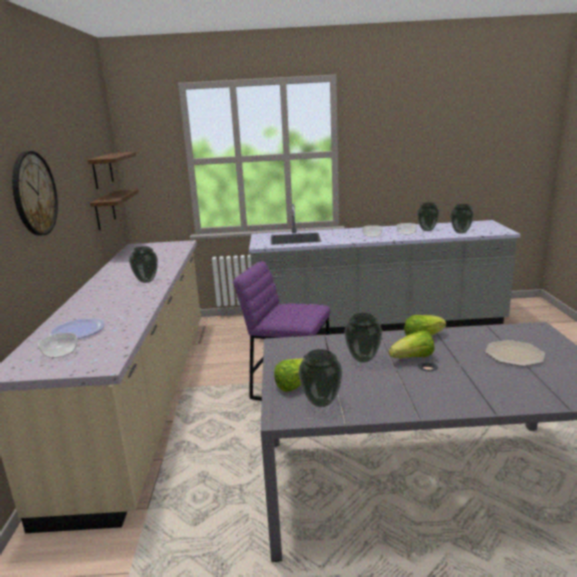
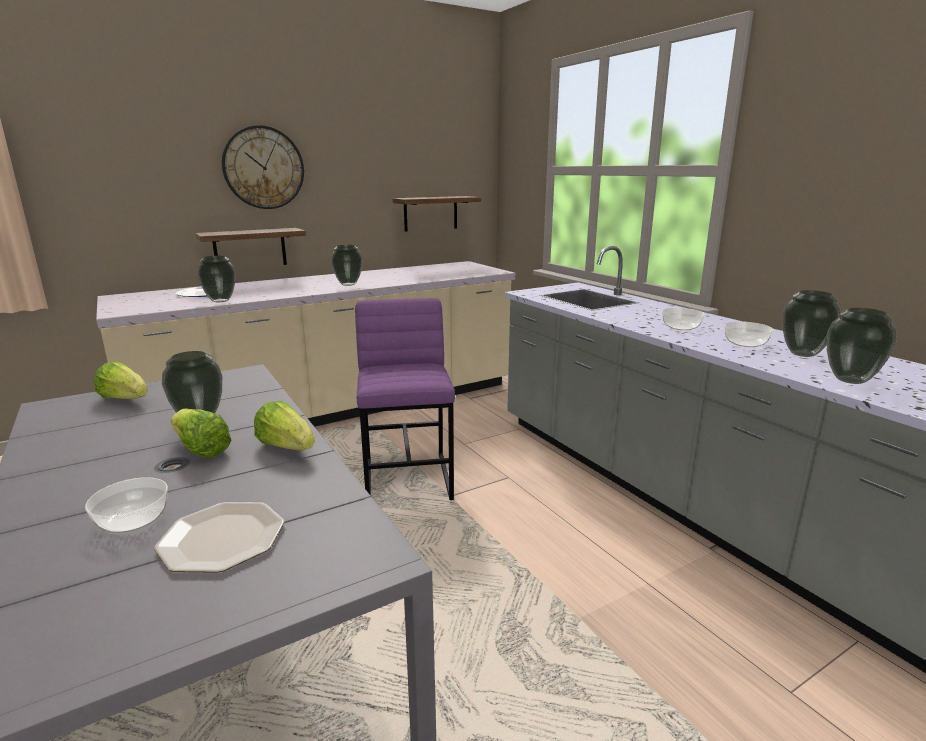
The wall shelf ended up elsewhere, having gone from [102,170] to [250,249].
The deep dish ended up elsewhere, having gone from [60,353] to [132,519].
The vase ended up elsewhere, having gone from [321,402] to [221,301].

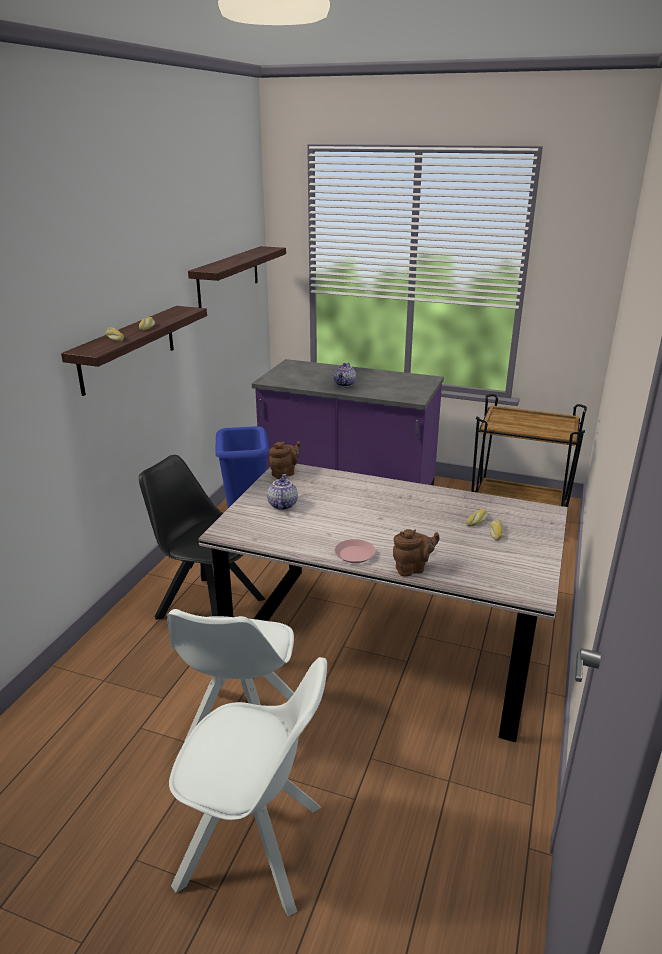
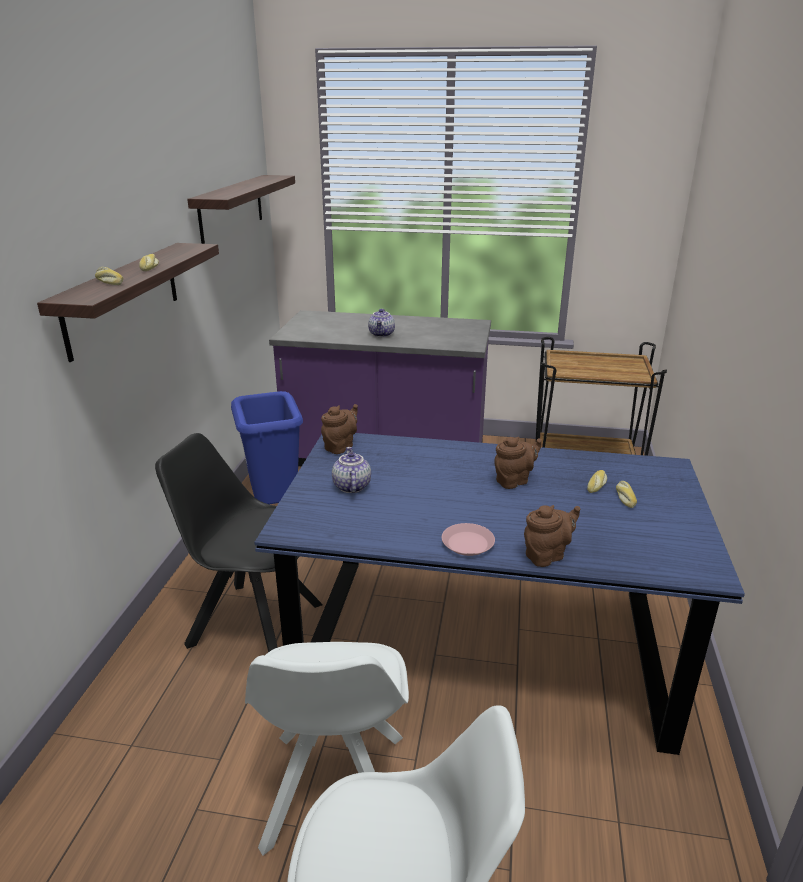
What was the greyish kitchen table at [384,643] turned into the blue-coloured kitchen table at [483,644].
The second view gained the brownish tea pot at [514,481].

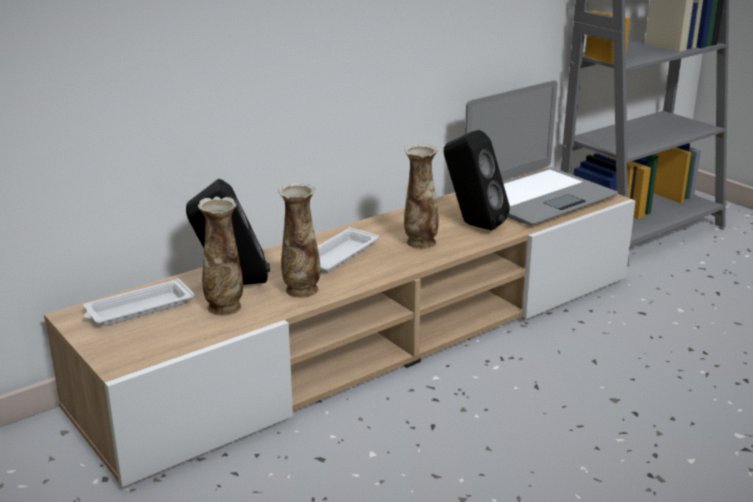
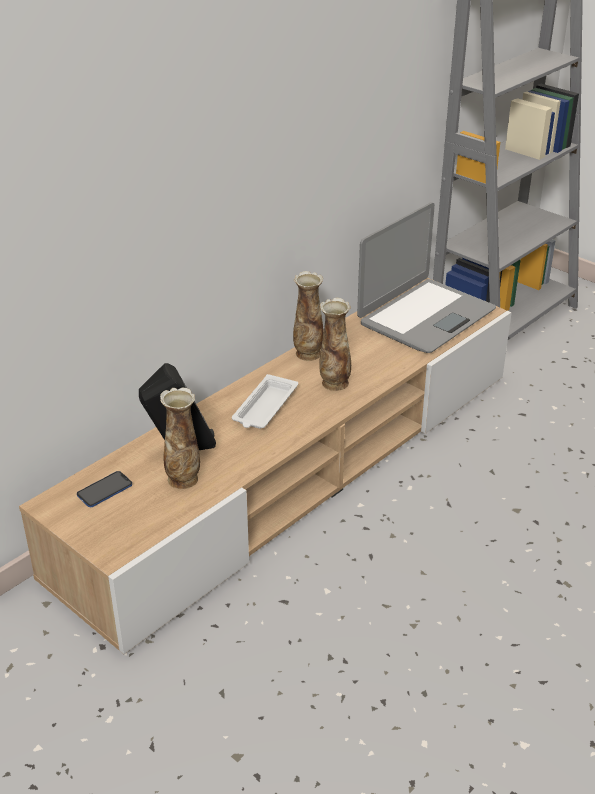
The second view lost the black-coloured loudspeaker at [472,224].
The vase ended up elsewhere, having gone from [301,290] to [308,354].
Where the white-coloured tray stood at [138,309], the phone came to stand at [105,490].

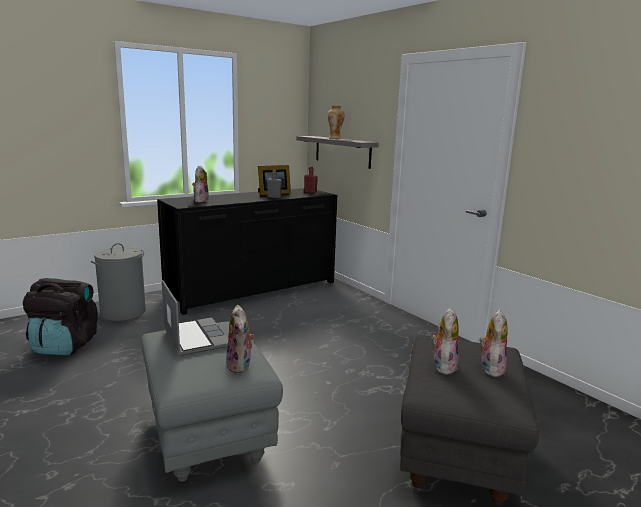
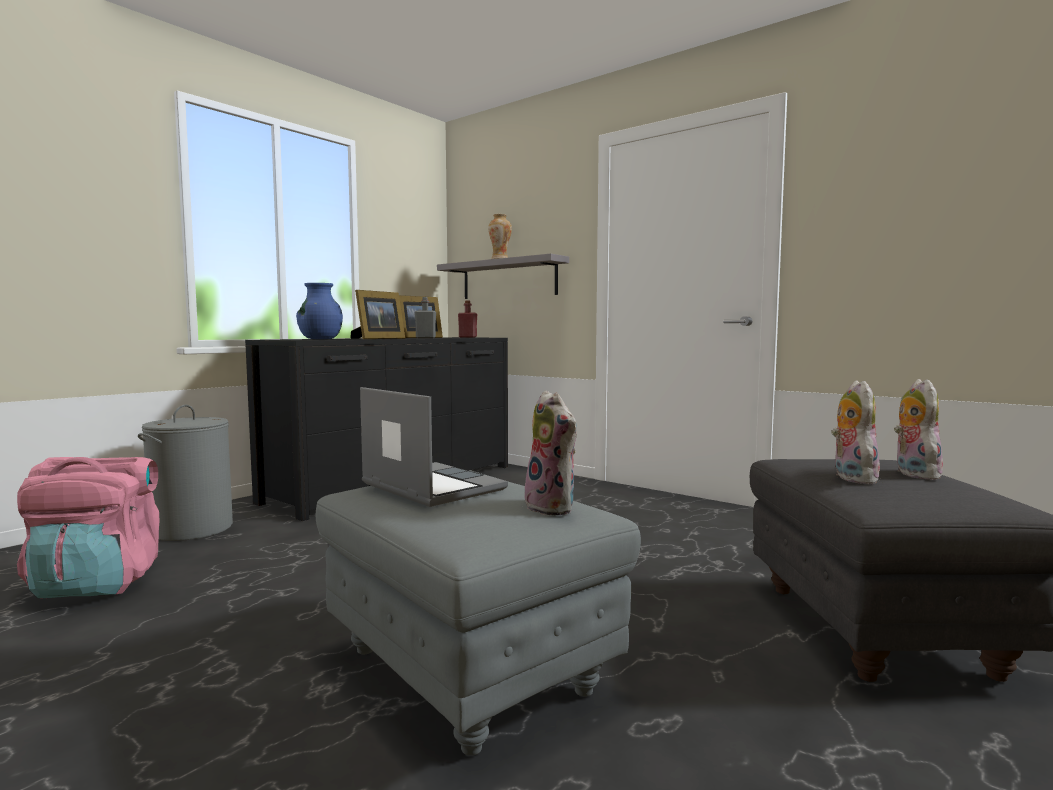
Where the cuddly toy stood at [200,201], the blue-coloured vase came to stand at [320,339].
What was the black-coloured rucksack at [64,345] turned into the pink rucksack at [97,583].
The second view gained the picture frame at [377,338].

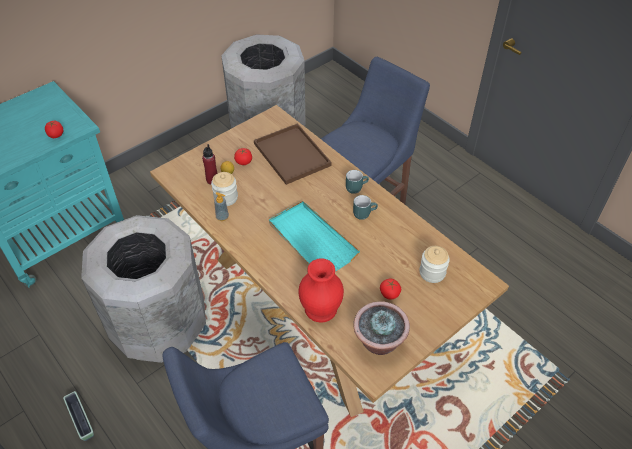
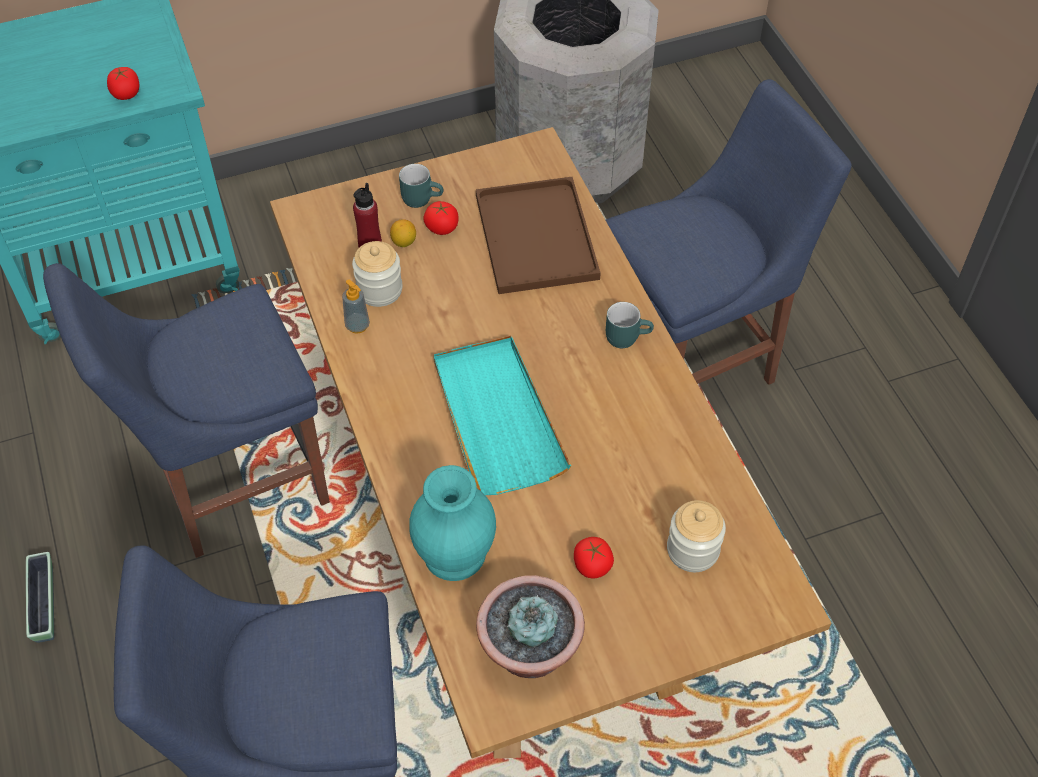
The turquoise-coloured tea mug ended up elsewhere, having gone from [364,213] to [422,197].
Where the greyish trash can stood at [159,327], the blue-coloured chair came to stand at [231,482].
What was the reddish vase at [320,309] turned into the turquoise-coloured vase at [453,553].

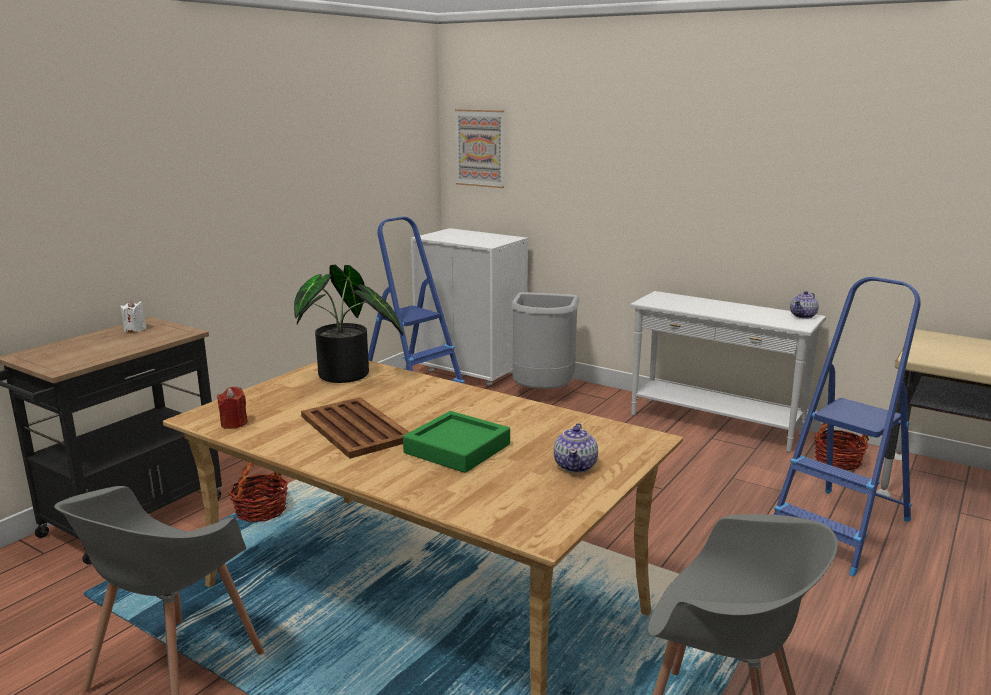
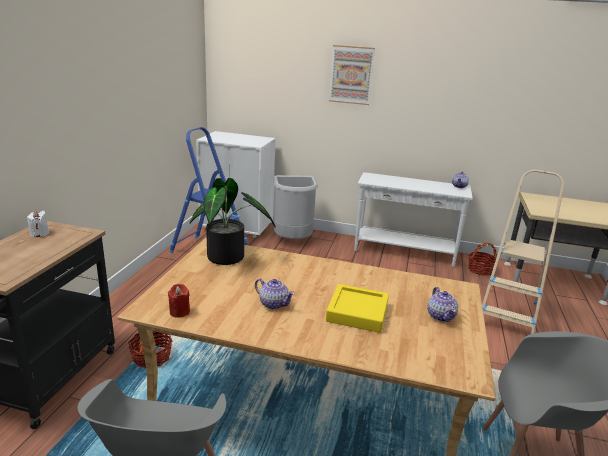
The wall picture ended up elsewhere, having gone from [480,148] to [351,75].
What was the blue-coloured step ladder at [838,530] turned into the beige step ladder at [507,315].
Where the brownish tray stood at [355,428], the tea pot came to stand at [273,304].
What was the green tray at [457,448] turned into the yellowish tray at [357,312].

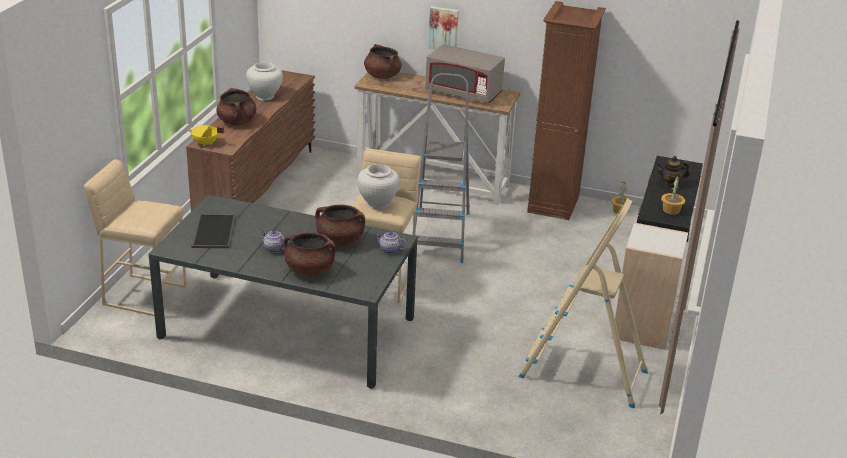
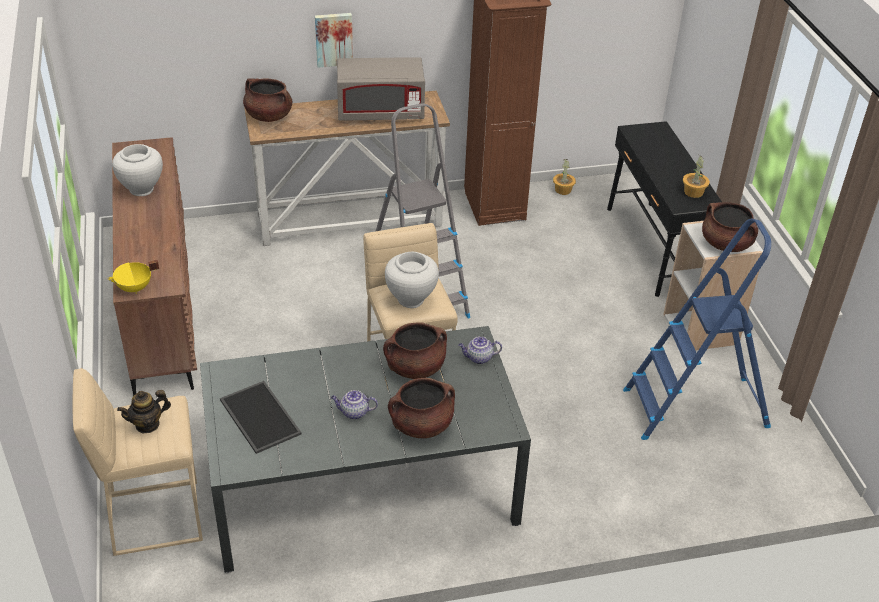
The brownish stockpot ended up elsewhere, having gone from [237,122] to [726,244].
The tea pot ended up elsewhere, having gone from [670,183] to [147,424].
What was the beige step ladder at [582,374] turned into the blue-coloured step ladder at [694,408].

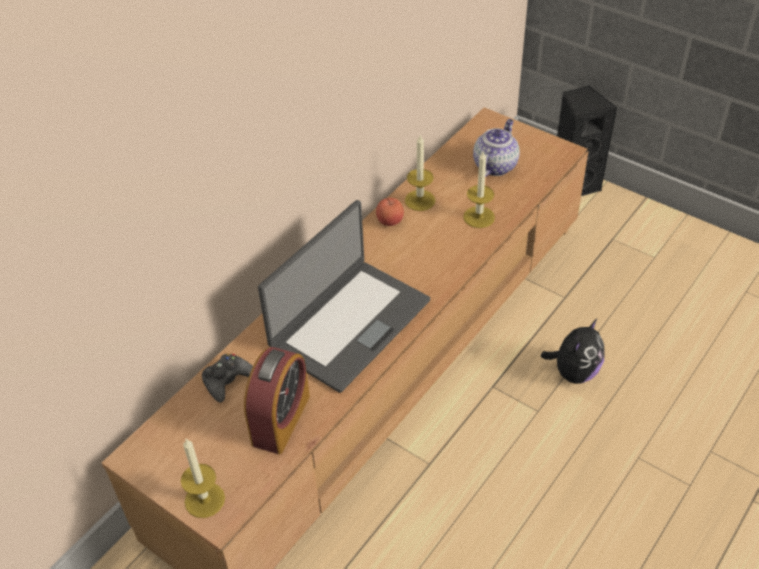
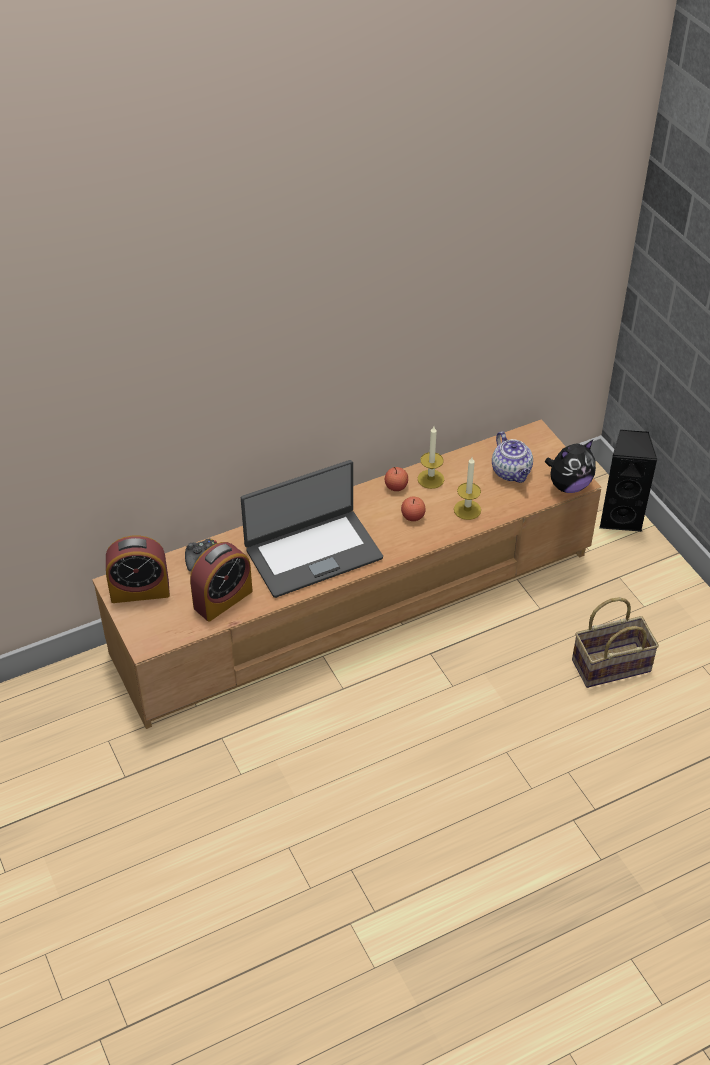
The tea pot at [495,165] ended up facing another way, 105 degrees clockwise from before.
The cuddly toy ended up elsewhere, having gone from [574,372] to [568,485].
The second view lost the wax light at [204,500].
The second view gained the apple fruit at [413,516].
The second view gained the bedside clock at [140,591].
The second view gained the household basket at [612,664].

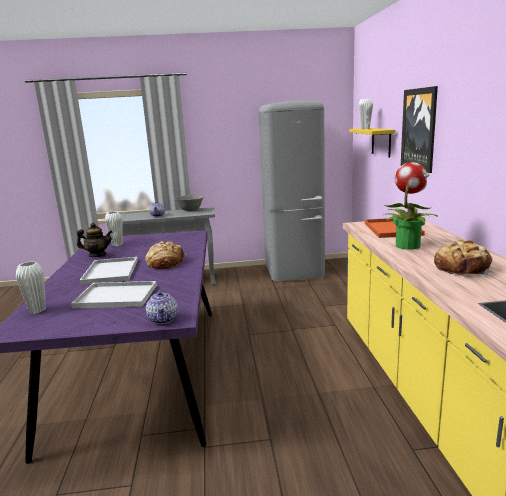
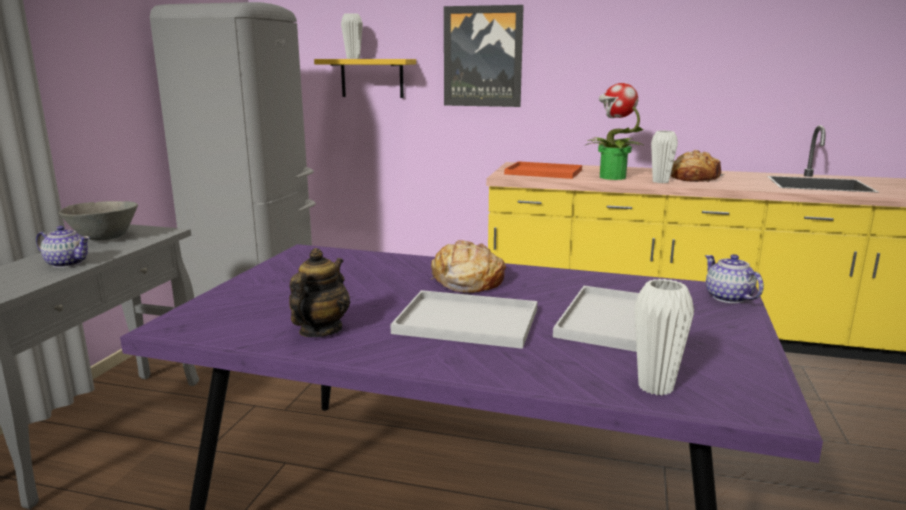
The white-coloured vase ended up elsewhere, having gone from [117,245] to [660,181].
The tea pot at [163,319] ended up facing another way, 120 degrees counterclockwise from before.

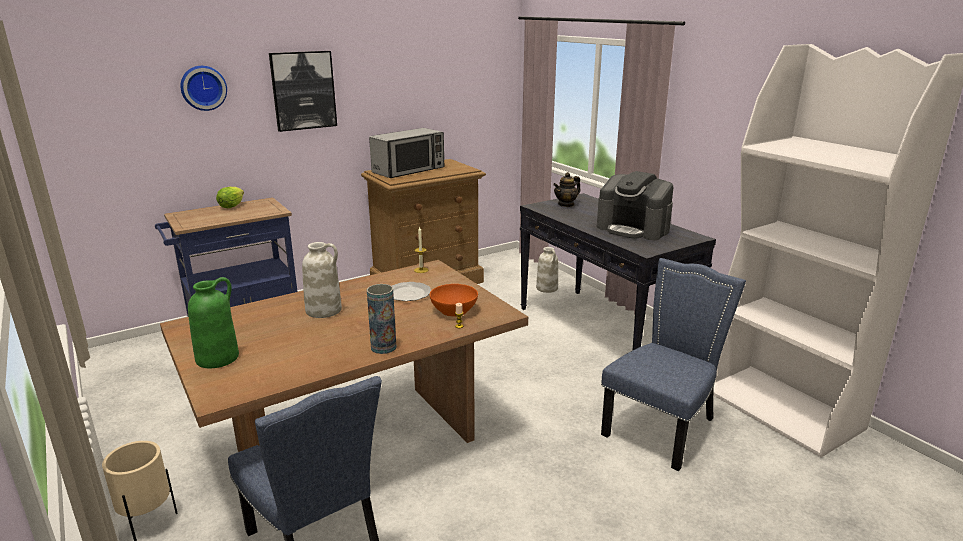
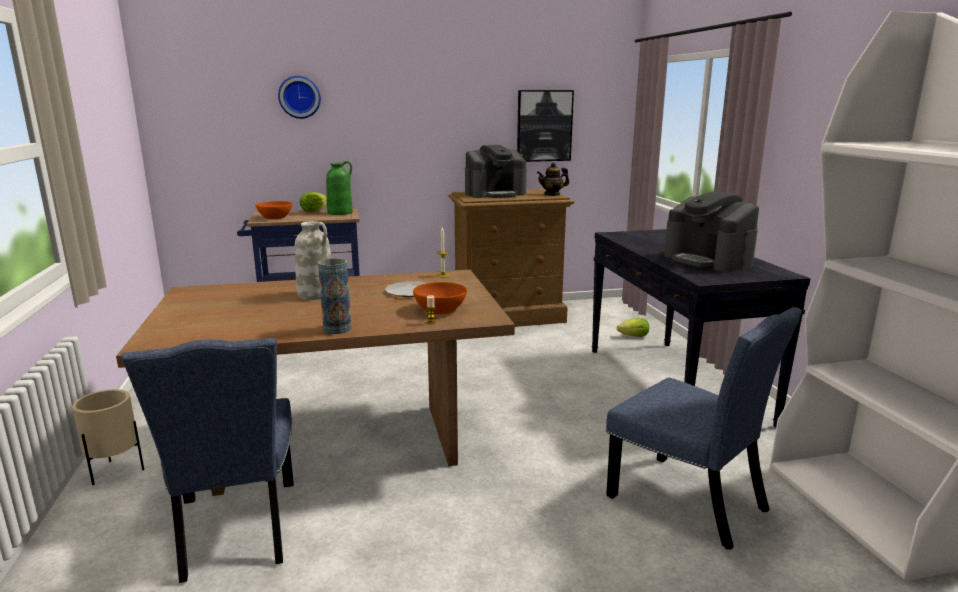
The wall picture ended up elsewhere, having gone from [303,90] to [544,126].
Where the kitchen microwave stood at [409,170], the coffee maker came to stand at [495,194].
The tea pot ended up elsewhere, having gone from [566,204] to [552,194].
Where the white-coloured vase stood at [547,288], the lettuce head came to stand at [634,336].
The blue-coloured chair at [660,430] ended up facing another way, 75 degrees clockwise from before.
The green vase ended up elsewhere, having gone from [218,357] to [340,212].
The second view gained the orangey deep dish at [275,217].

